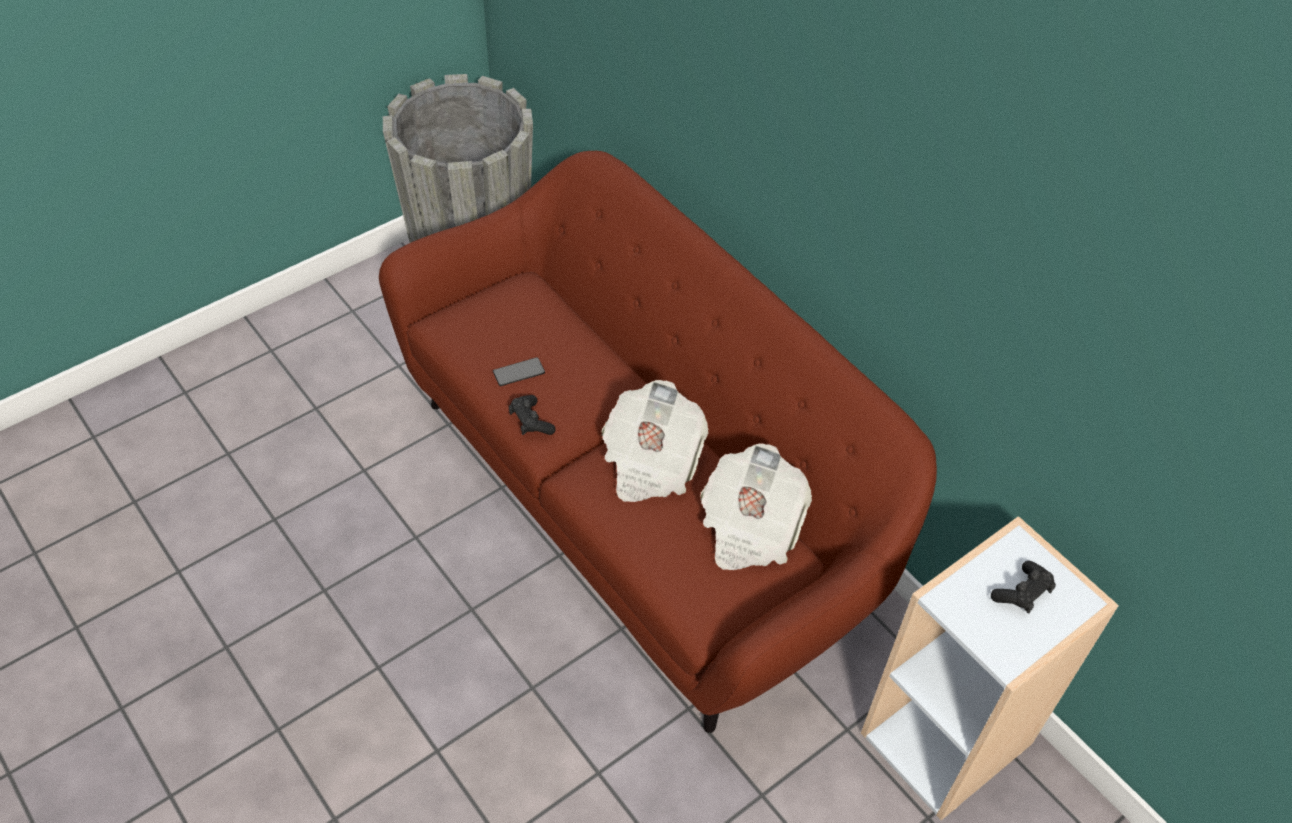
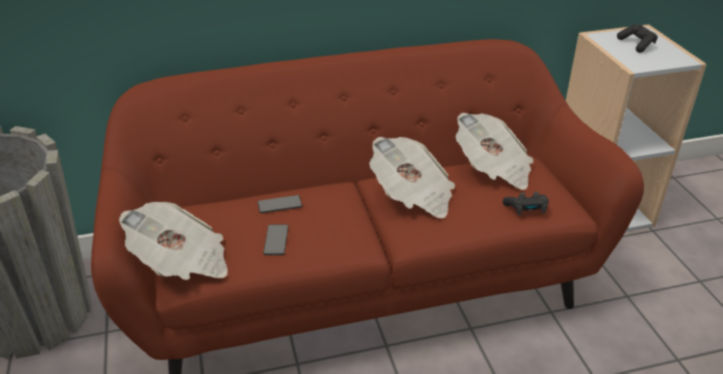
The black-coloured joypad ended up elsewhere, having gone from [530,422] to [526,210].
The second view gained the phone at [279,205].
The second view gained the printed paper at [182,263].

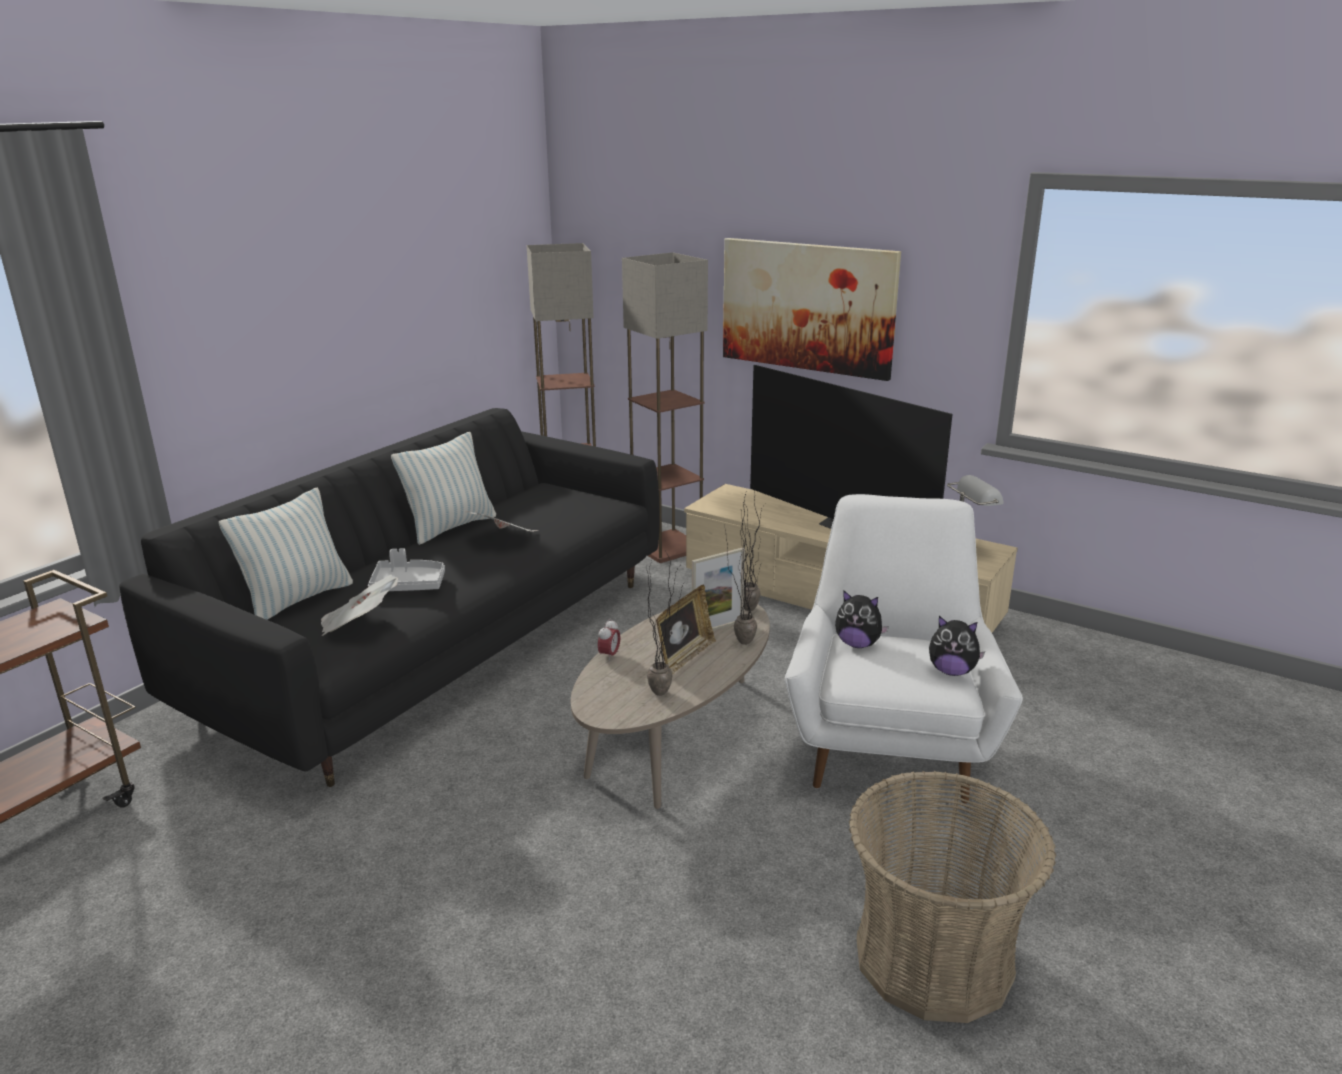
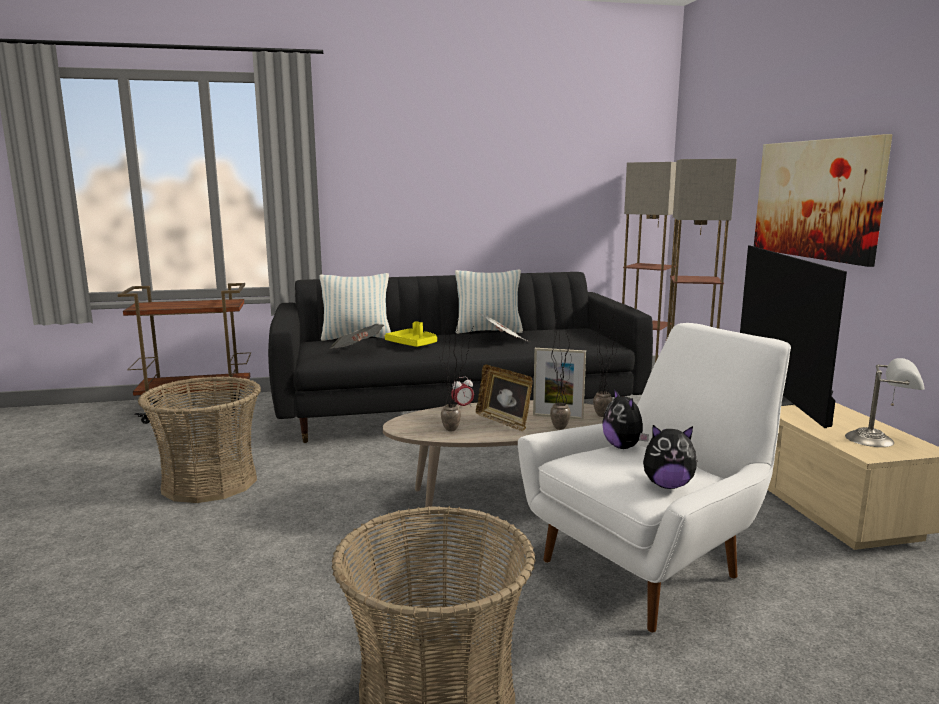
What was the greyish tray at [408,585] turned into the yellowish tray at [413,344].
The picture frame at [684,657] ended up facing another way, 60 degrees clockwise from before.
The cuddly toy at [952,671] ended up facing another way, 60 degrees counterclockwise from before.
The second view gained the household basket at [209,482].

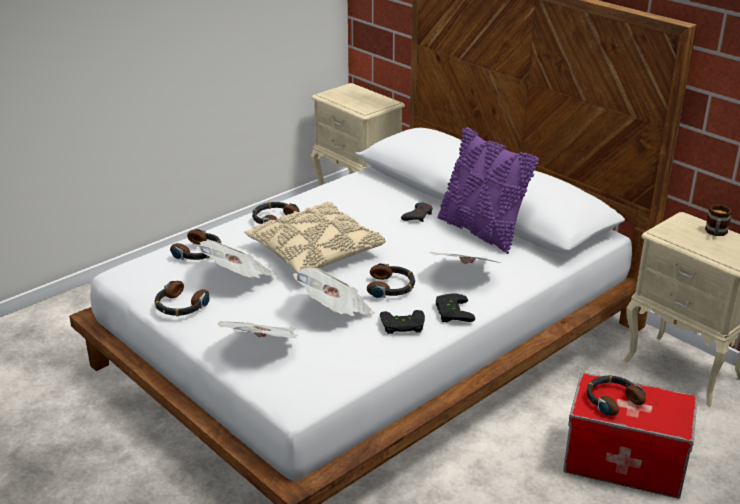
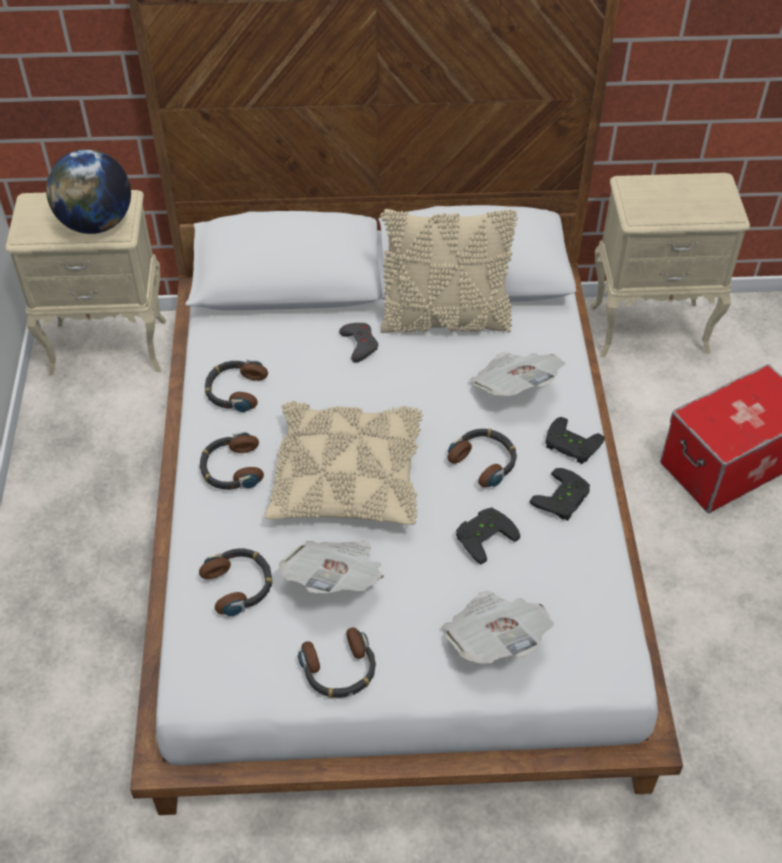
What was the purple cushion at [482,231] turned into the beige cushion at [445,319].
The second view lost the tea mug at [715,233].
Where the printed paper stood at [335,310], the black-coloured joypad came to stand at [483,535].
The headset ended up elsewhere, having gone from [612,399] to [235,390].
The second view gained the globe at [96,224].

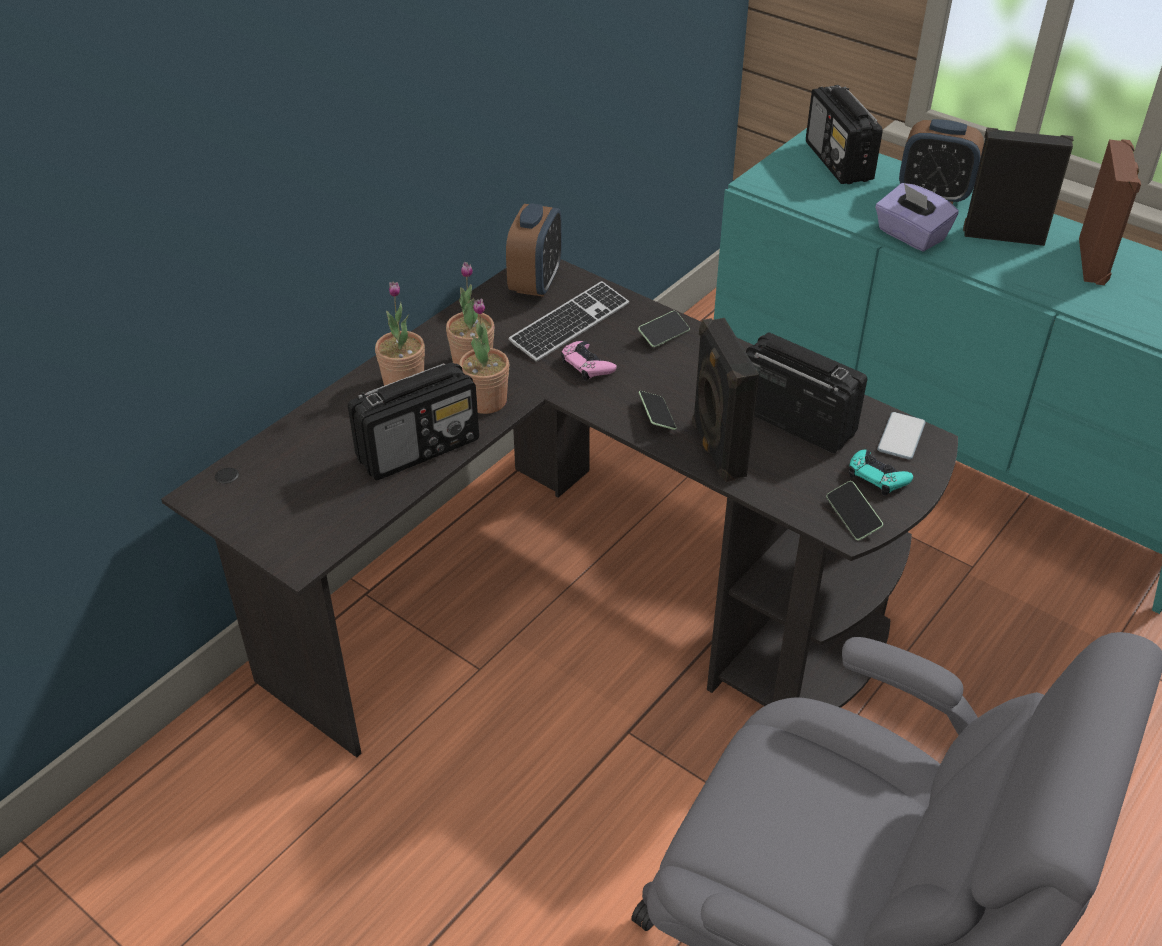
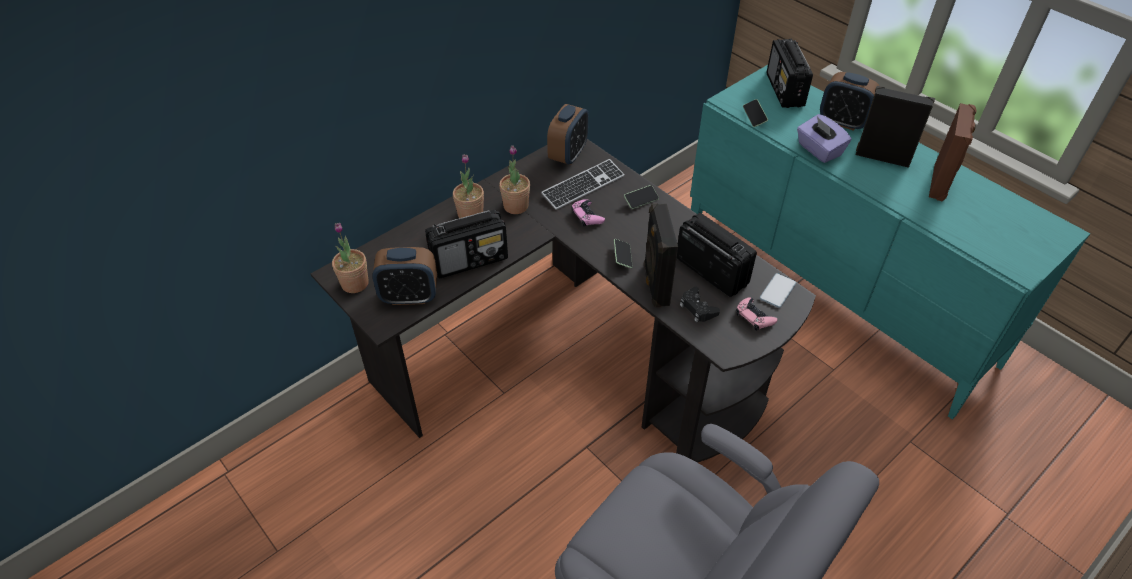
The plant in a pot ended up elsewhere, having gone from [486,401] to [355,283].
What was the turquoise-coloured joypad at [877,477] turned into the pink joypad at [754,317].
The phone ended up elsewhere, having gone from [852,517] to [754,117].
The second view gained the bedside clock at [409,296].
The second view gained the black-coloured joypad at [697,308].

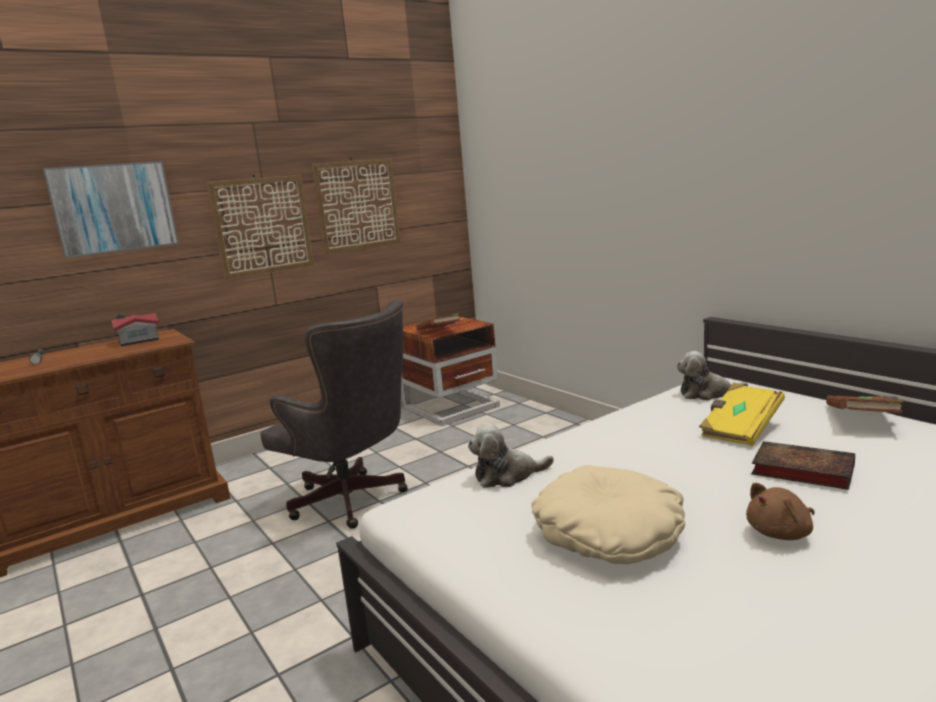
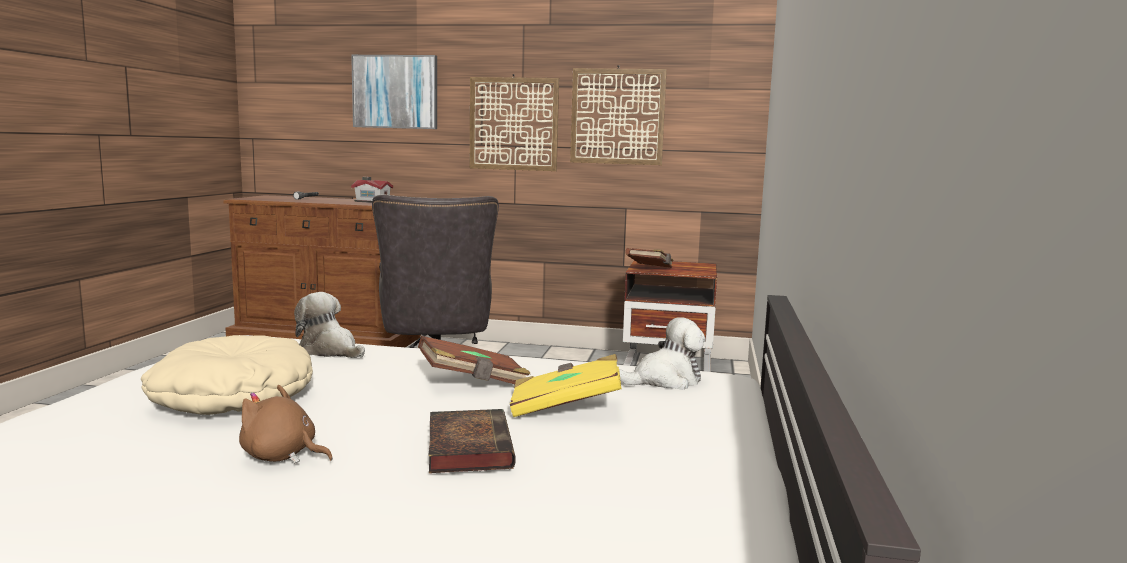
The cuddly toy at [707,394] ended up facing another way, 105 degrees clockwise from before.
The brownish bound book ended up elsewhere, having gone from [863,420] to [473,382].

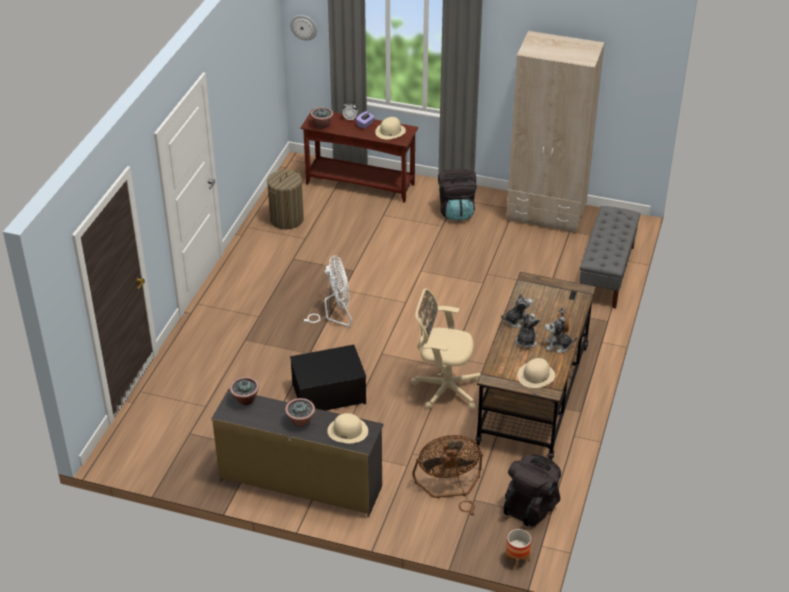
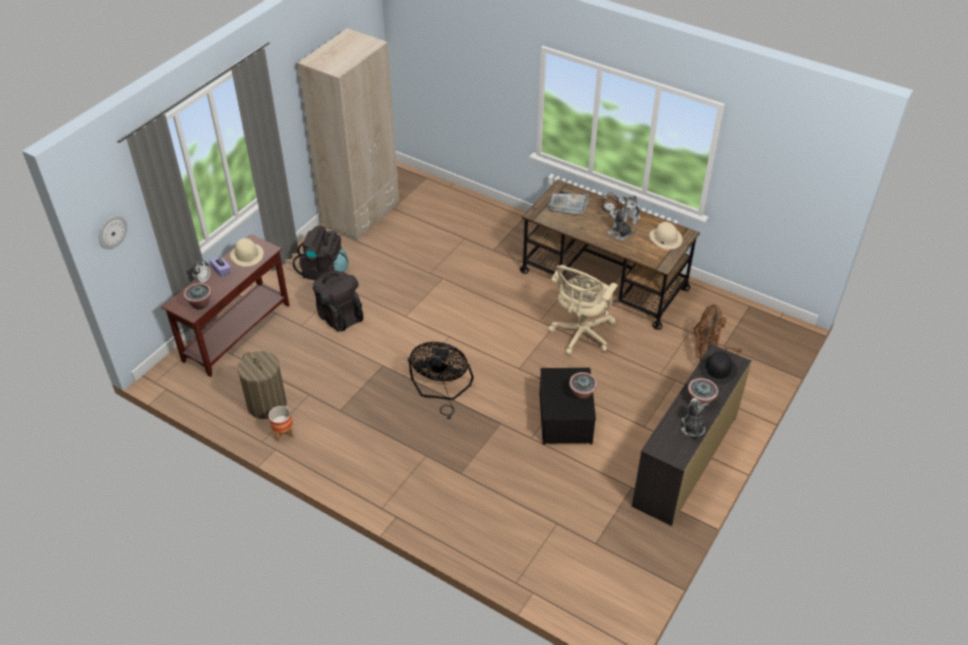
The second view lost the greyish long seat at [606,274].
What was the white-coloured electric fan at [334,310] turned into the black-coloured electric fan at [441,392].
The cuddly toy ended up elsewhere, having gone from [516,321] to [692,428].
The plant in a pot ended up elsewhere, having gone from [245,400] to [582,394].
What was the beige clothing hat at [348,430] turned into the black-coloured clothing hat at [718,369].
The black-coloured rucksack ended up elsewhere, having gone from [531,506] to [339,316].
The flower pot ended up elsewhere, having gone from [517,559] to [283,433].
The second view gained the greyish tray at [568,205].

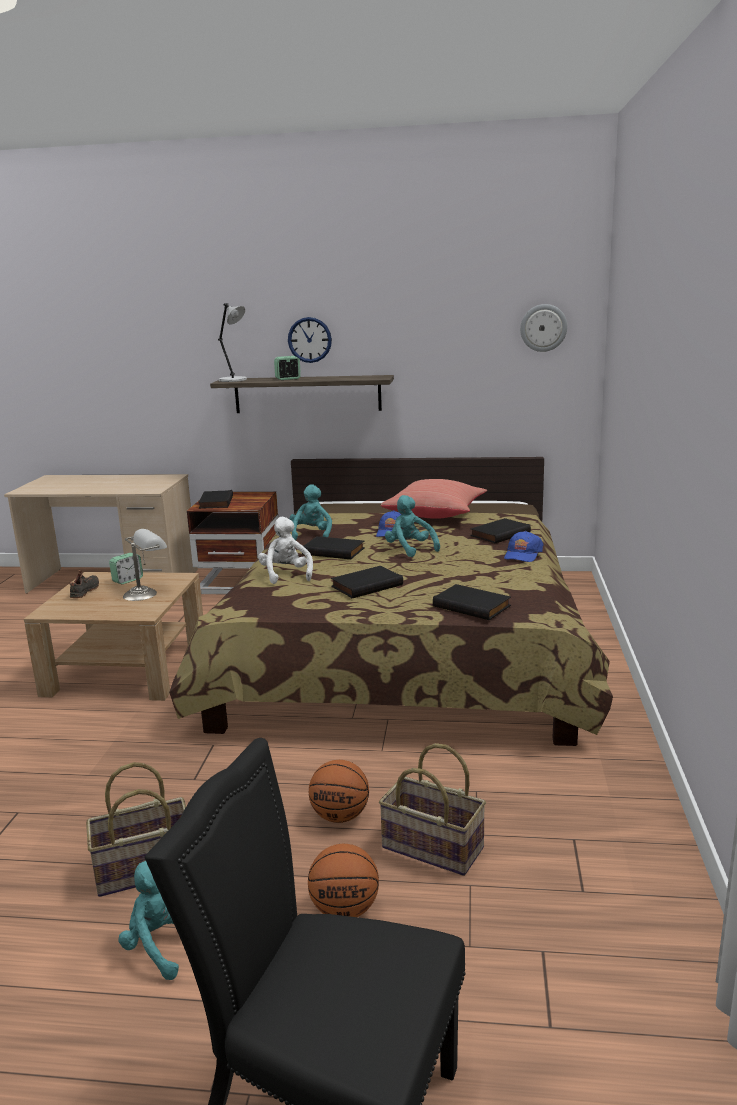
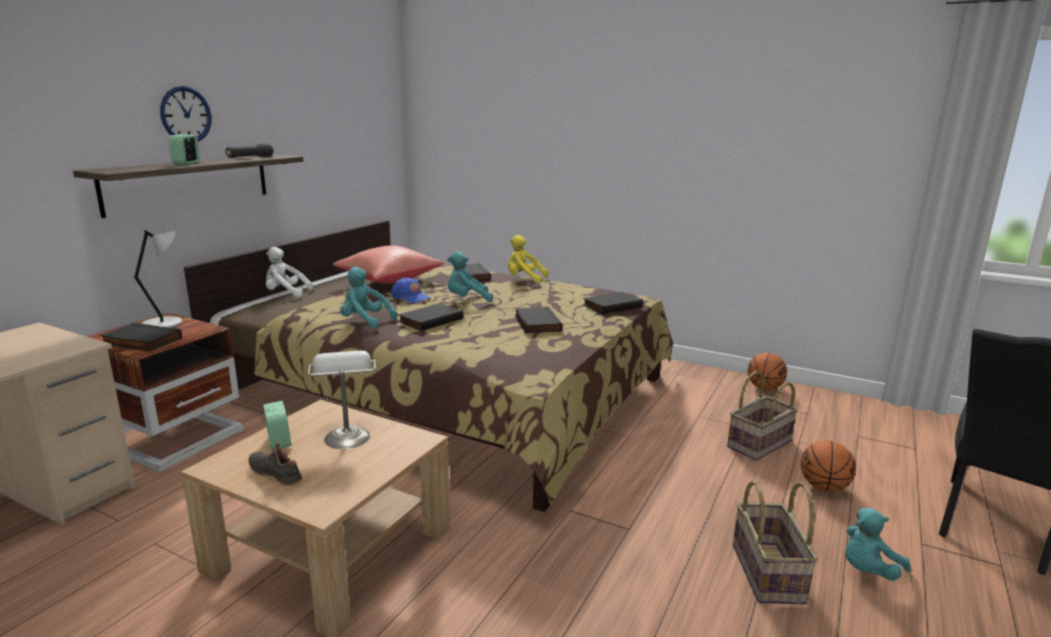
The greyish tabletop lamp ended up elsewhere, having gone from [234,380] to [165,324].
The second view lost the hanging clock at [543,328].
The white-coloured cuddly toy ended up elsewhere, having gone from [286,575] to [286,293].
Where the blue-coloured baseball cap stood at [522,554], the yellowish cuddly toy came to stand at [524,279].
The basketball ended up elsewhere, having gone from [340,816] to [764,388].
The second view gained the black-coloured torch at [250,157].

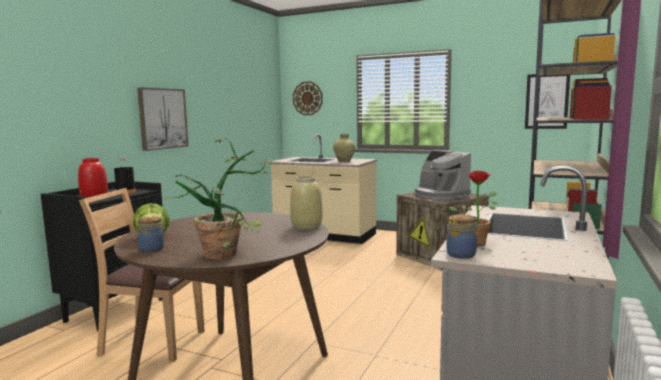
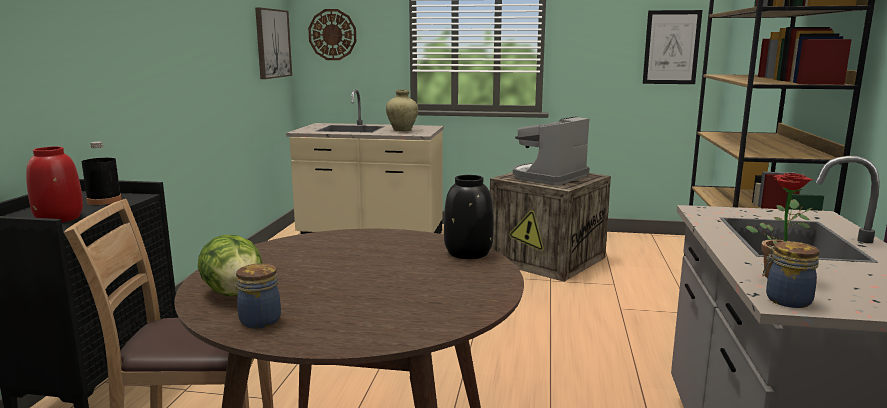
The wall picture ended up elsewhere, having gone from [162,118] to [272,43].
The second view lost the plant in a pot at [229,253].
The coffee maker at [440,195] ended up facing another way, 90 degrees clockwise from before.
What was the beige vase at [306,226] turned into the black-coloured vase at [467,253].

